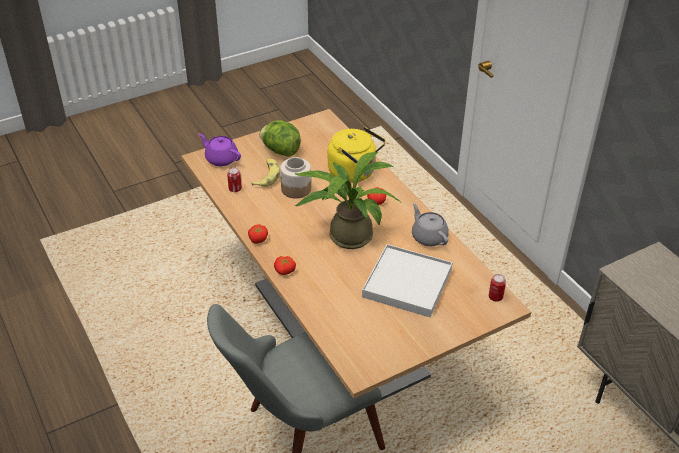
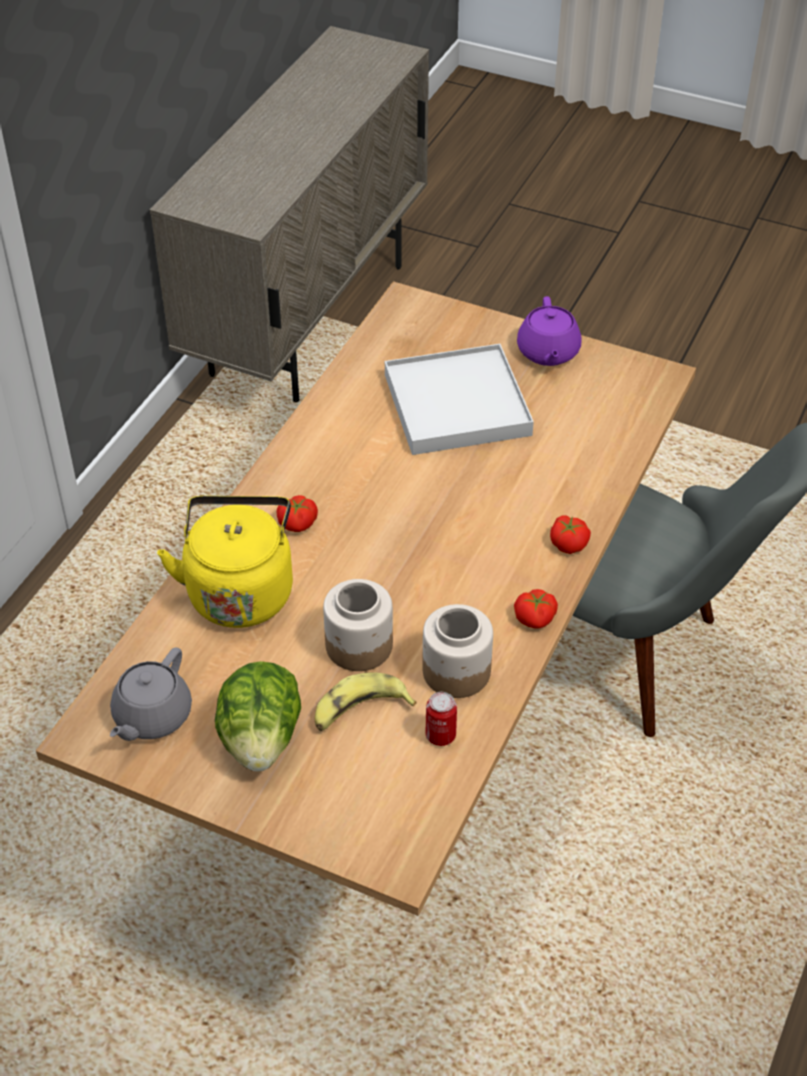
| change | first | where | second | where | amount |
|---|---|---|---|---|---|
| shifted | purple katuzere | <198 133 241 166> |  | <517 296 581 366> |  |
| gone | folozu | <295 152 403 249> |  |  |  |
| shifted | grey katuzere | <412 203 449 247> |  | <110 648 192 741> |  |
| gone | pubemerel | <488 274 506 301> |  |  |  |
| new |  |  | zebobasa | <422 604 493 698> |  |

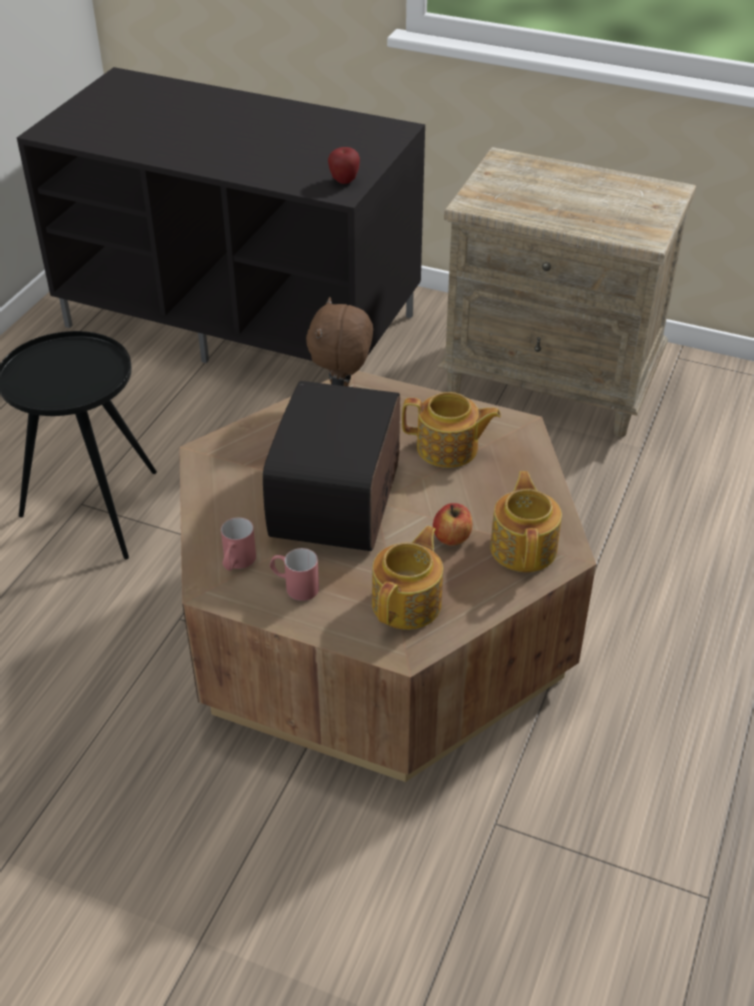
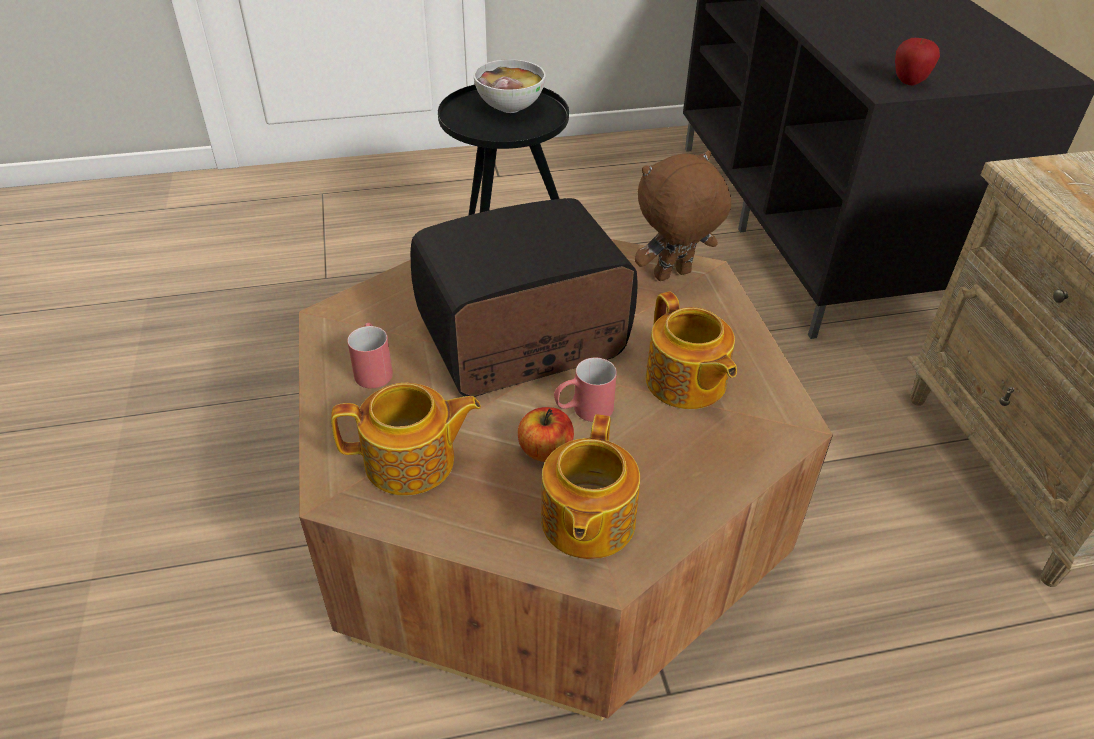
| change | first | where | second | where | amount |
|---|---|---|---|---|---|
| rotated | katuzere | <490 471 562 572> |  | <541 414 640 559> | 135 degrees clockwise |
| shifted | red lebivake | <221 517 256 571> |  | <554 358 617 422> |  |
| new |  |  | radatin | <474 59 546 113> |  |

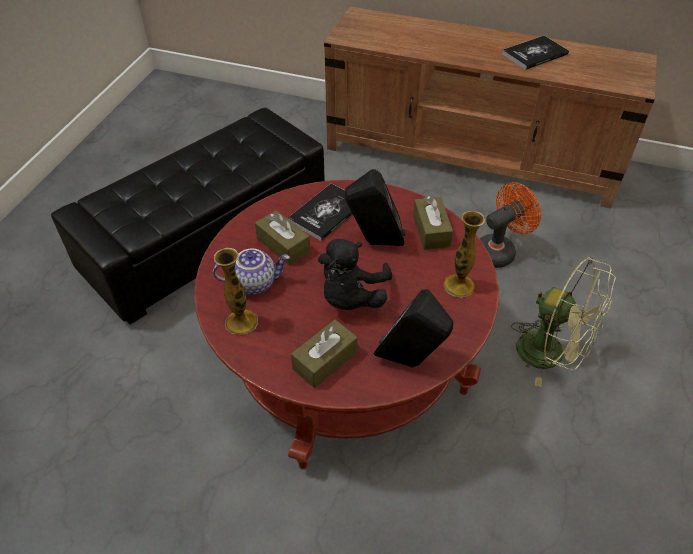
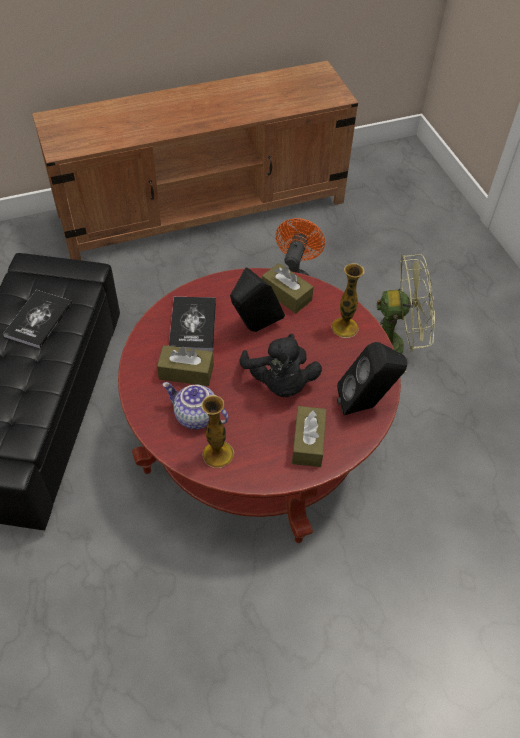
| change | first | where | second | where | amount |
|---|---|---|---|---|---|
| shifted | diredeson | <502 36 569 70> |  | <3 290 72 349> |  |
| rotated | katuzere | <213 249 290 295> |  | <162 382 229 429> | 105 degrees counterclockwise |

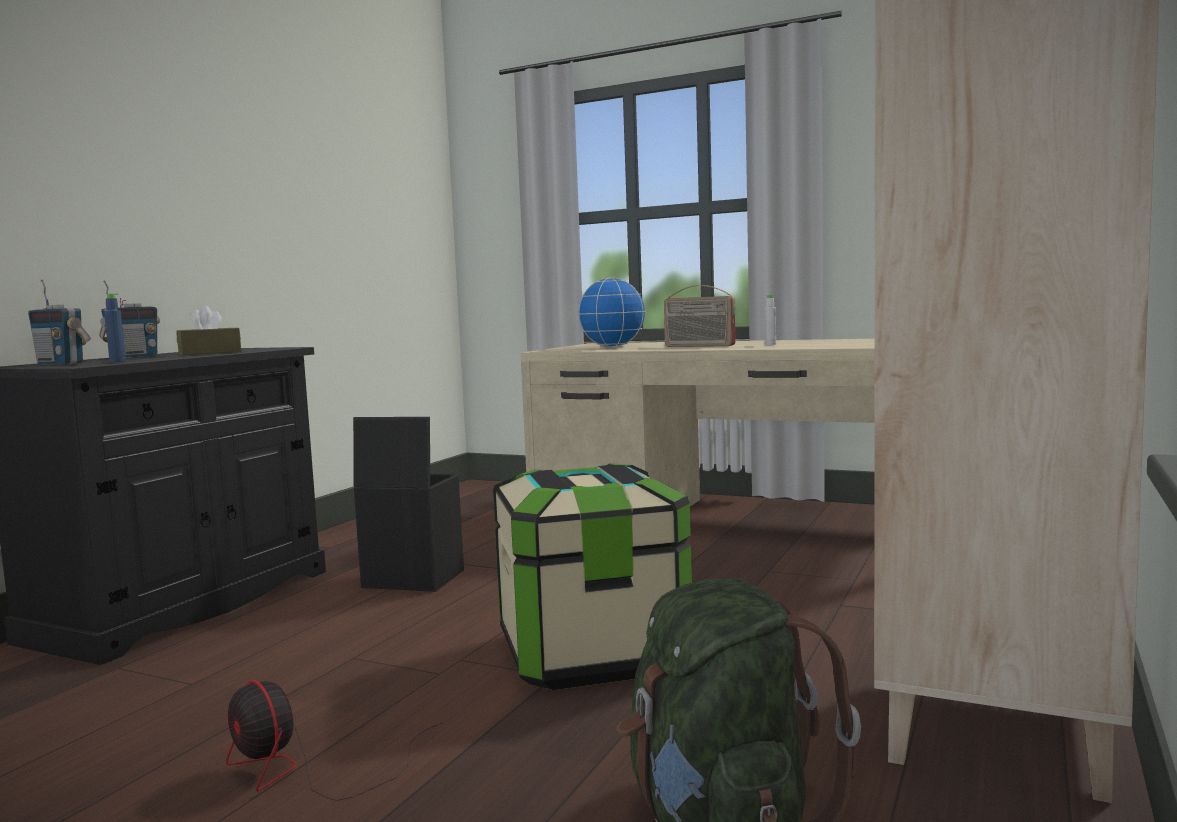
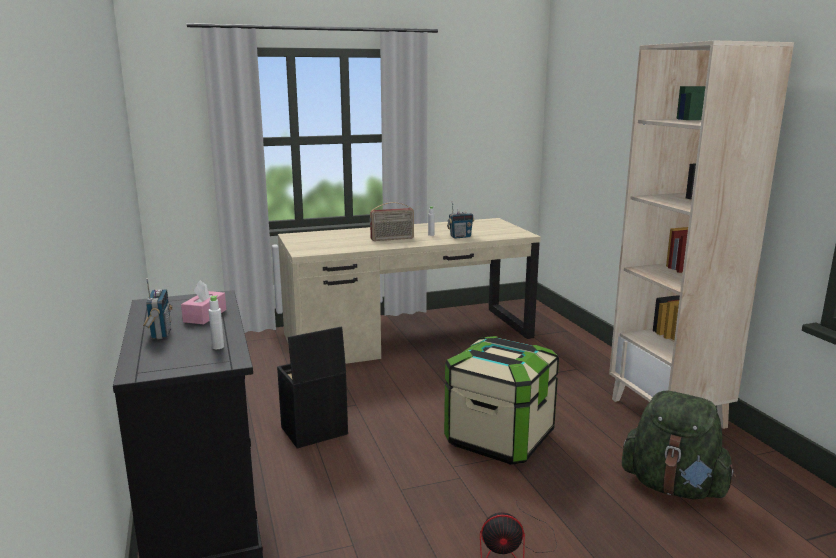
| change | first | where | second | where | amount |
|---|---|---|---|---|---|
| gone | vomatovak | <577 278 646 347> |  |  |  |
| shifted | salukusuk | <28 280 91 364> |  | <447 201 474 239> |  |
| repainted | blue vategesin | <104 293 126 362> | white vategesin | <208 295 224 349> |  |
| repainted | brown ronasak | <176 306 241 355> | pink ronasak | <181 280 226 324> |  |

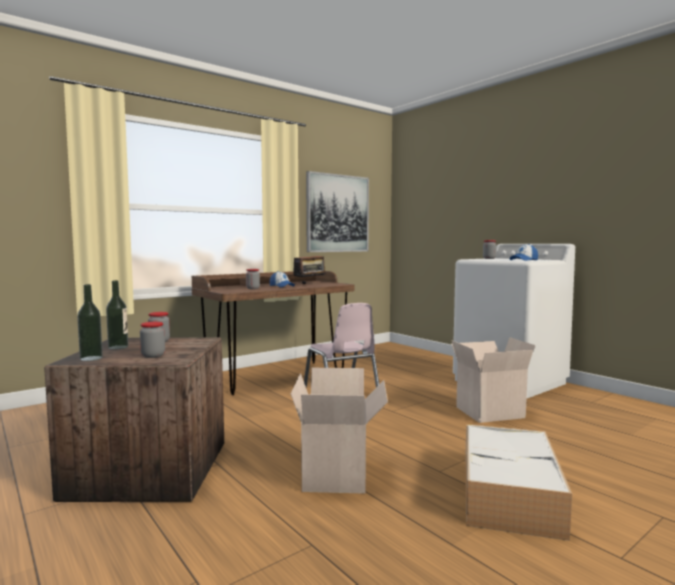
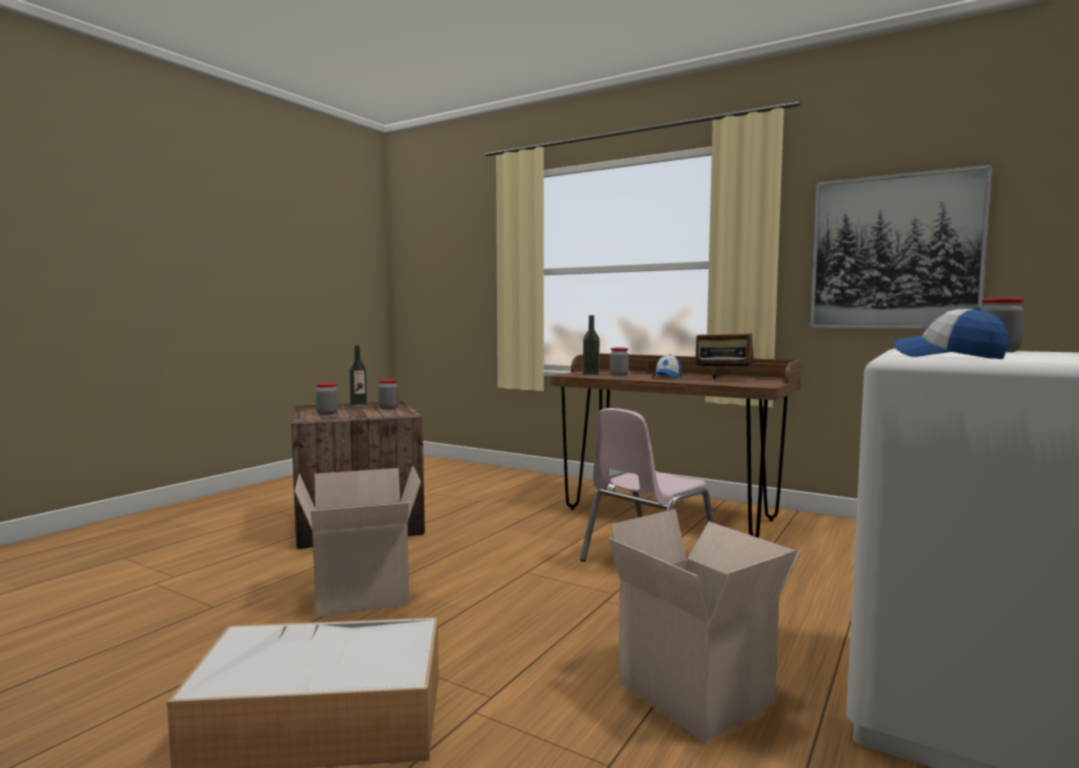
| change | first | where | second | where | amount |
|---|---|---|---|---|---|
| shifted | vategesin | <77 284 103 361> |  | <583 315 600 377> |  |

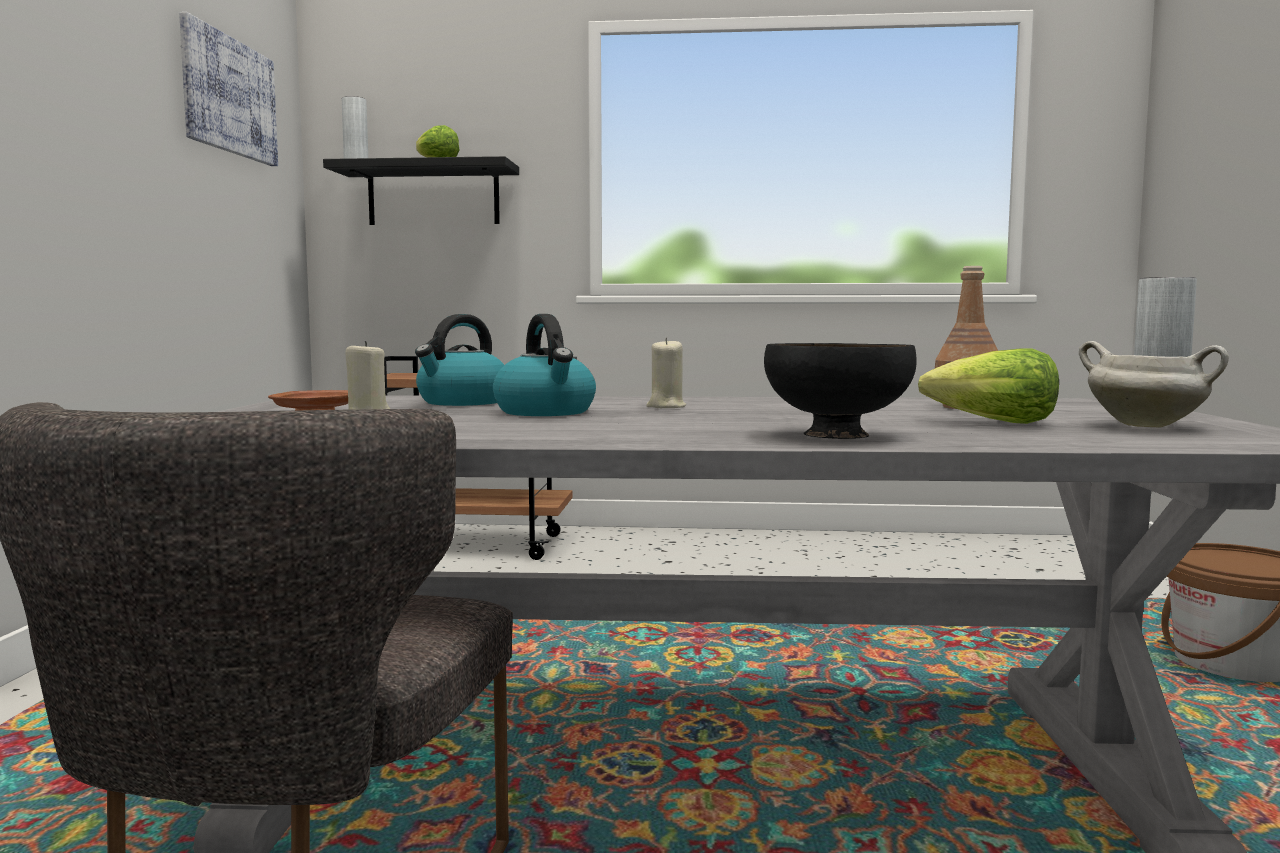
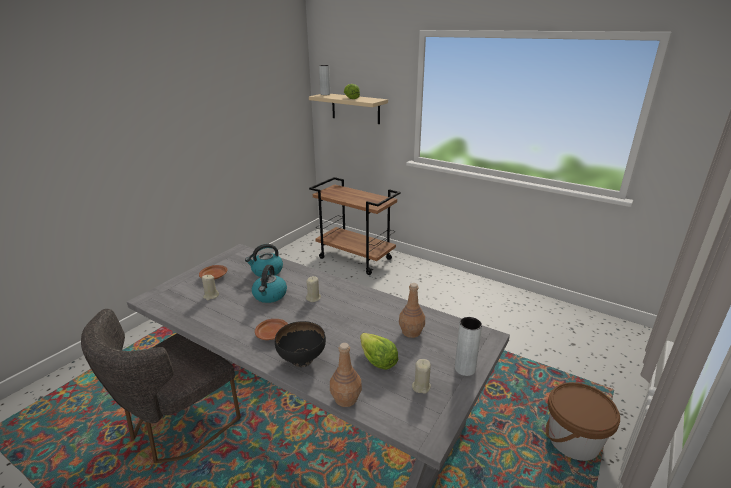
| change | first | where | second | where | amount |
|---|---|---|---|---|---|
| gone | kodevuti | <179 12 278 166> |  |  |  |
| repainted | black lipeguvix | <323 156 519 225> | beige lipeguvix | <309 94 388 124> |  |
| swapped | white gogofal | <1079 341 1229 427> | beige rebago | <412 359 431 394> |  |
| new |  |  | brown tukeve | <255 319 288 340> |  |
| new |  |  | brown vategesin | <330 343 362 407> |  |

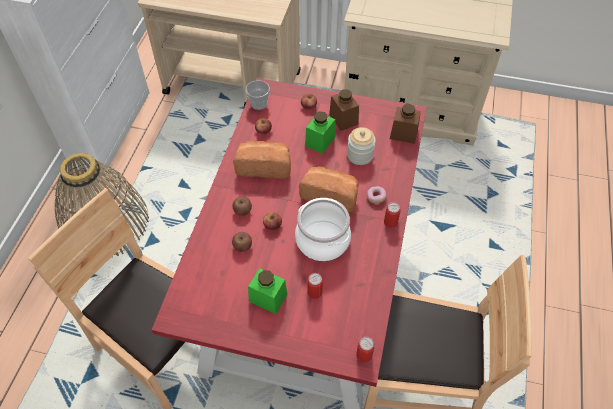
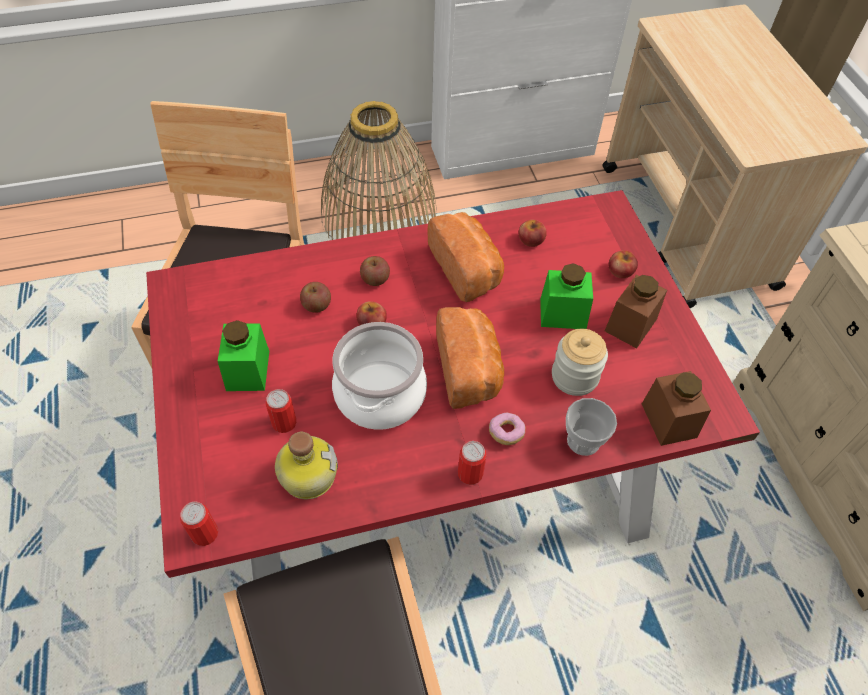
| change | first | where | second | where | amount |
|---|---|---|---|---|---|
| shifted | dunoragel | <245 80 270 110> |  | <566 398 617 456> |  |
| new |  |  | vategesin | <275 432 338 499> |  |

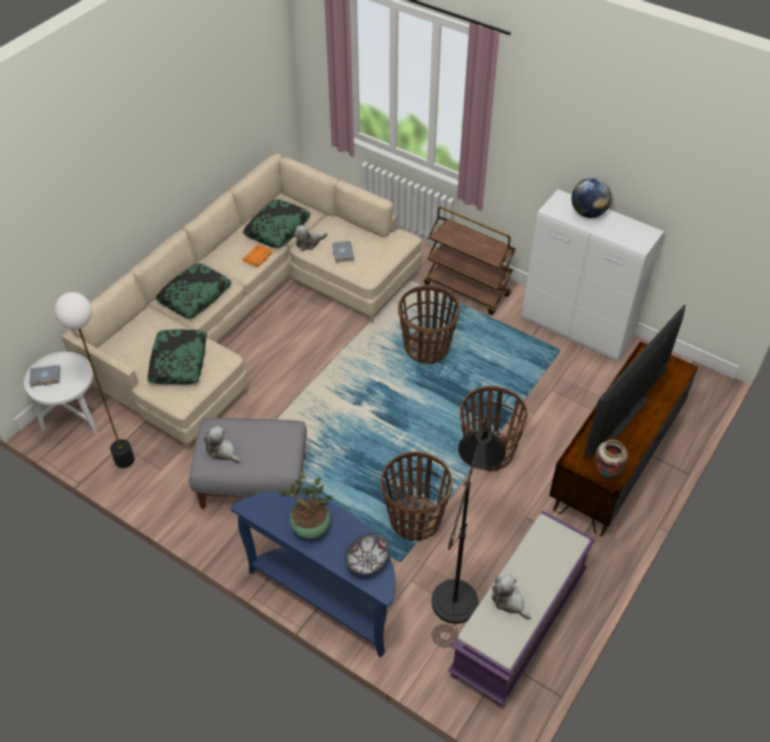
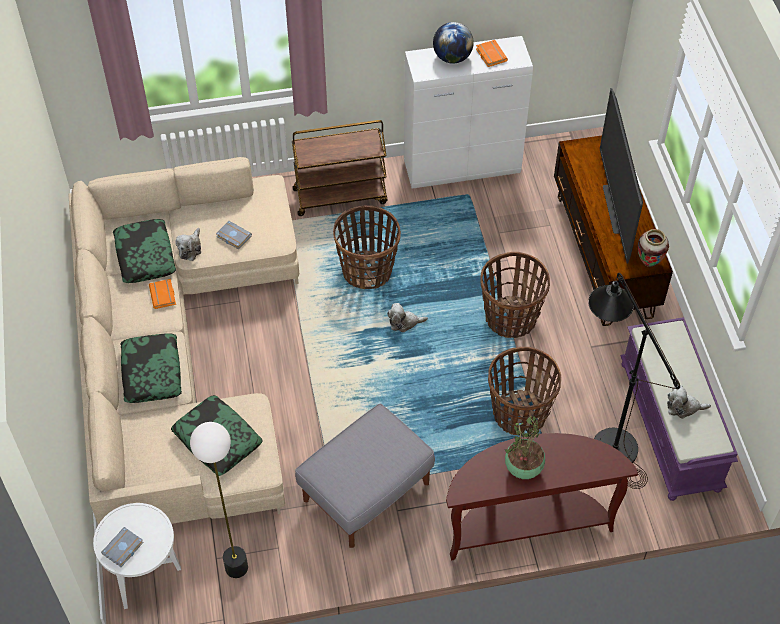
| change | first | where | second | where | amount |
|---|---|---|---|---|---|
| shifted | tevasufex | <204 426 240 463> |  | <387 303 428 332> |  |
| repainted | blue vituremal | <231 491 396 658> | brown vituremal | <446 433 638 561> |  |
| gone | radatin | <345 534 390 575> |  |  |  |
| new |  |  | orange diredeson | <476 40 508 67> |  |

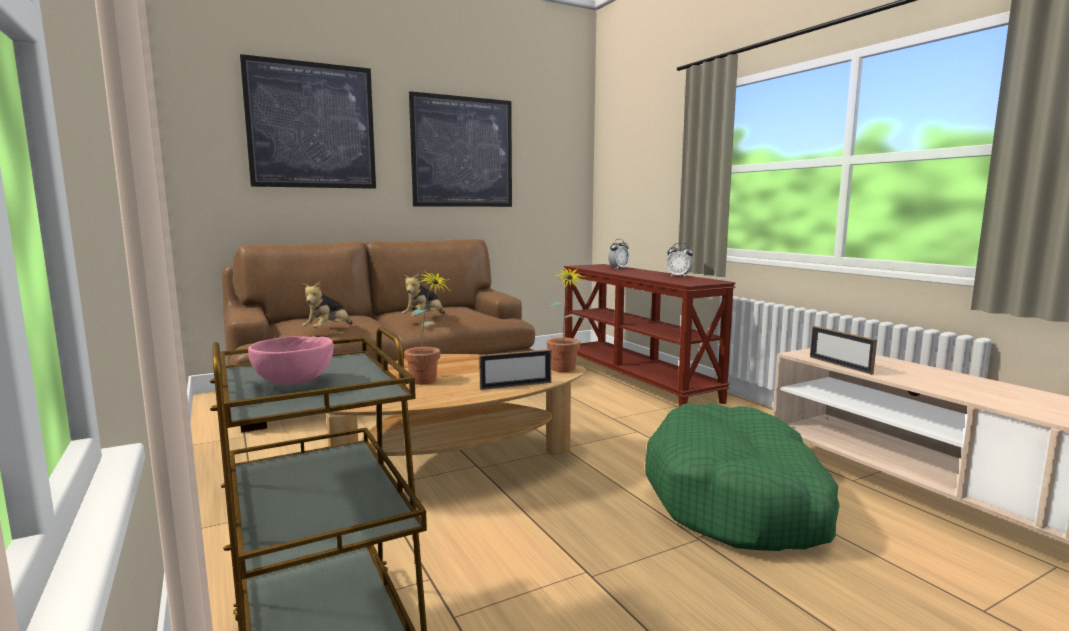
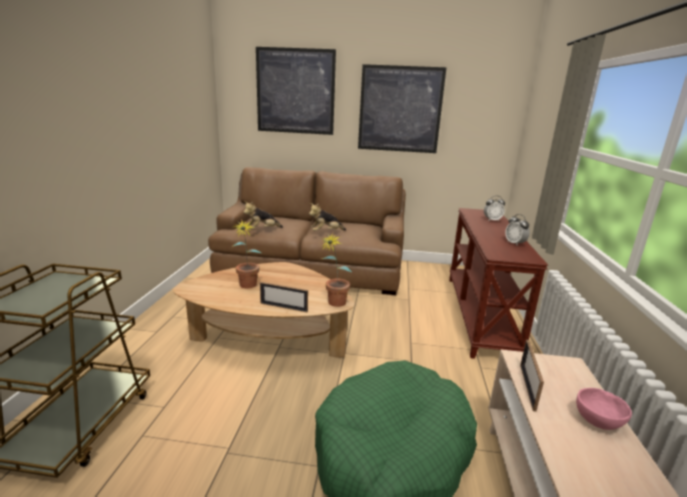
| change | first | where | second | where | amount |
|---|---|---|---|---|---|
| shifted | pink radatin | <248 336 334 385> |  | <576 388 632 430> |  |

